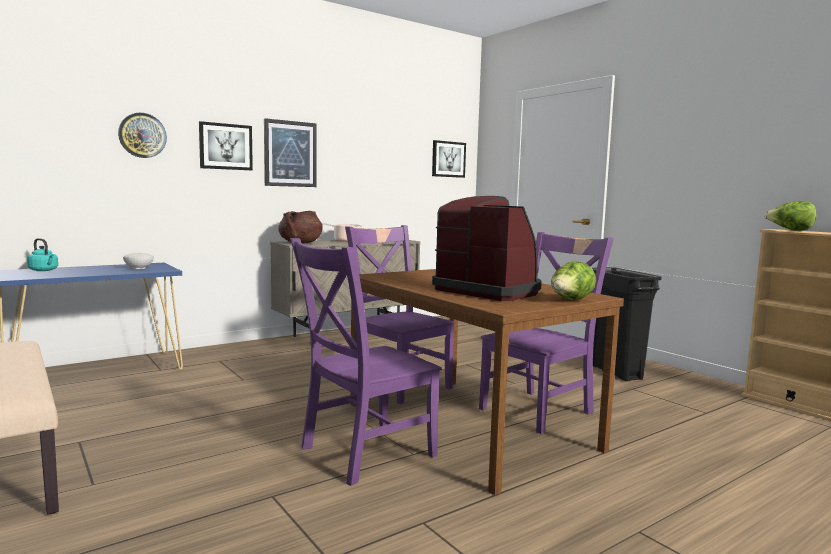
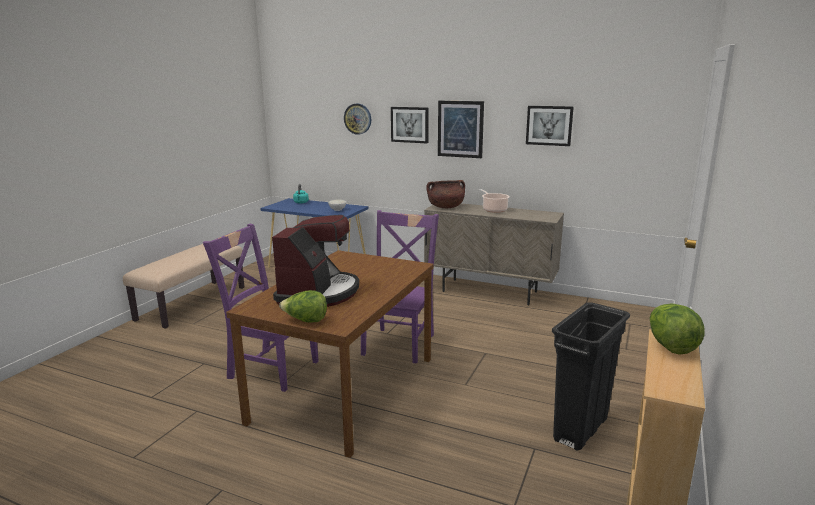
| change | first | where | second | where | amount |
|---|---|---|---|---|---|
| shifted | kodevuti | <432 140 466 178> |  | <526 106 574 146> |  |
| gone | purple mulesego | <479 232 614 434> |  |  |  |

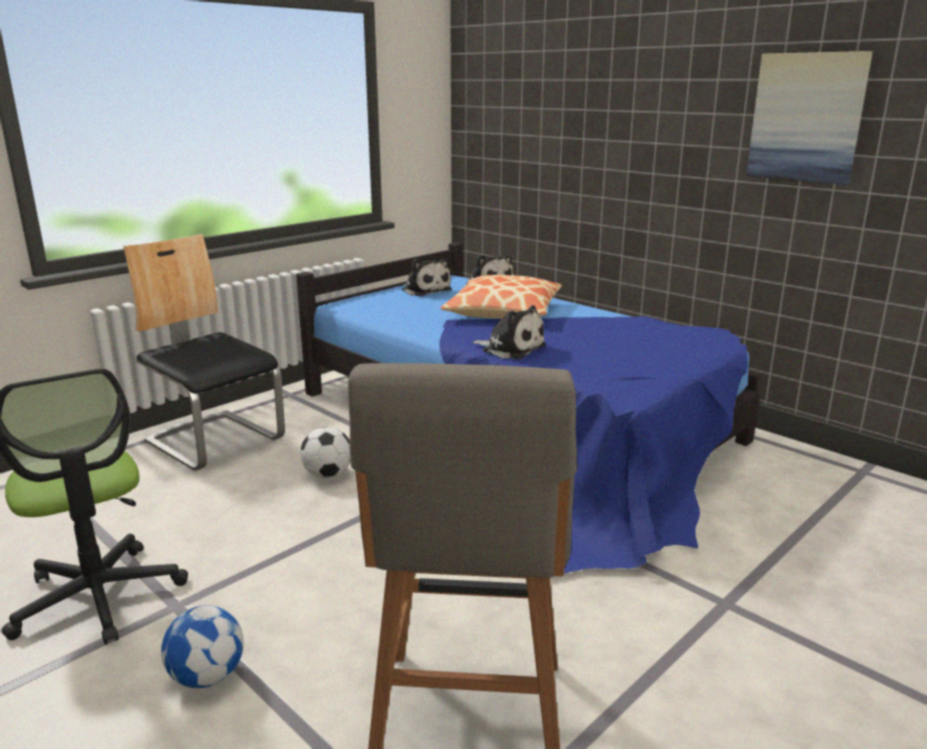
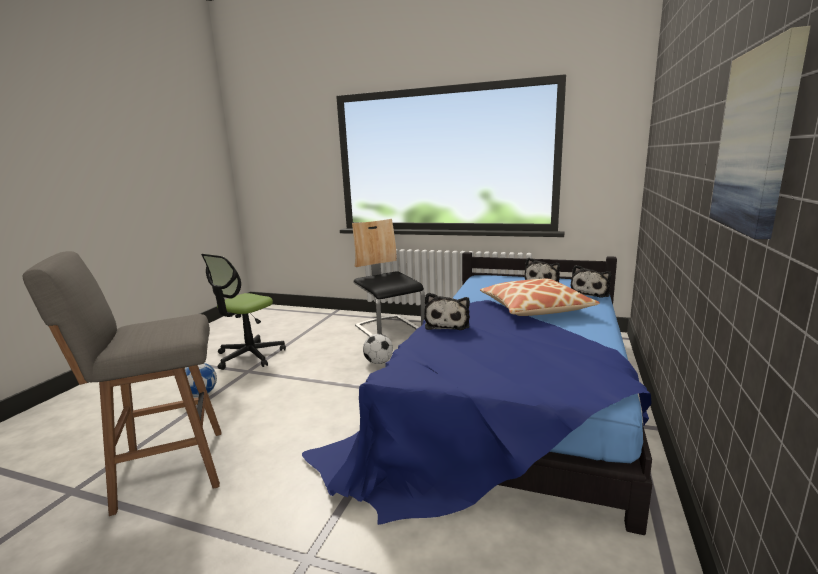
| change | first | where | second | where | amount |
|---|---|---|---|---|---|
| rotated | mulesego | <123 234 285 471> |  | <352 219 425 336> | 45 degrees counterclockwise |

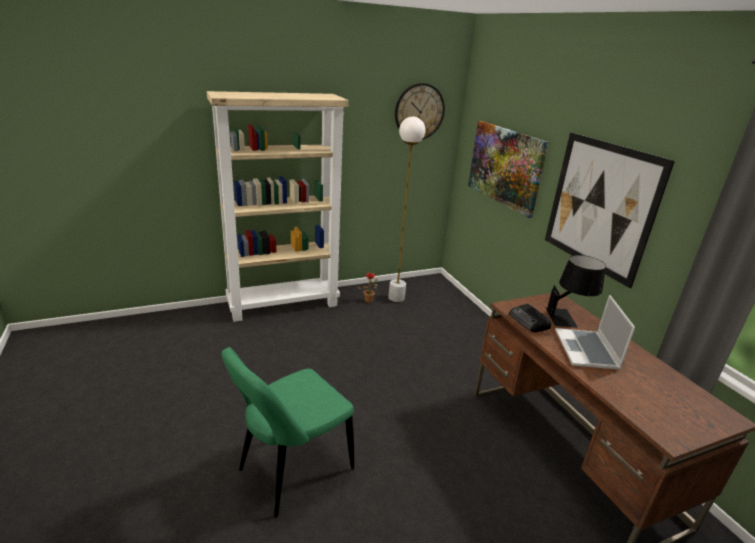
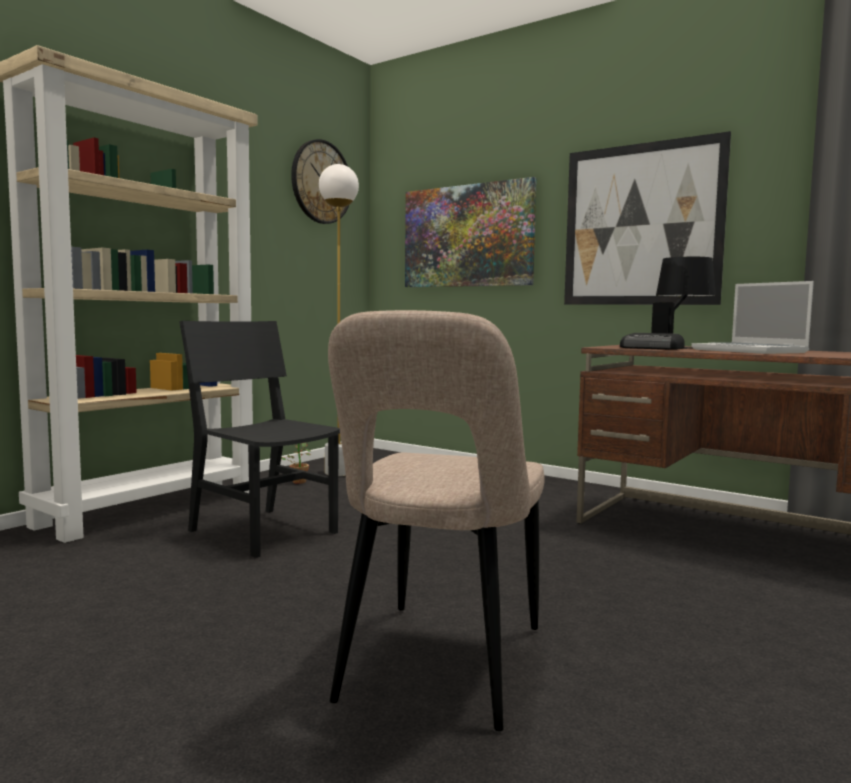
| change | first | where | second | where | amount |
|---|---|---|---|---|---|
| repainted | green mulesego | <221 347 354 517> | beige mulesego | <328 310 545 731> |  |
| new |  |  | black mulesego | <179 321 340 558> |  |

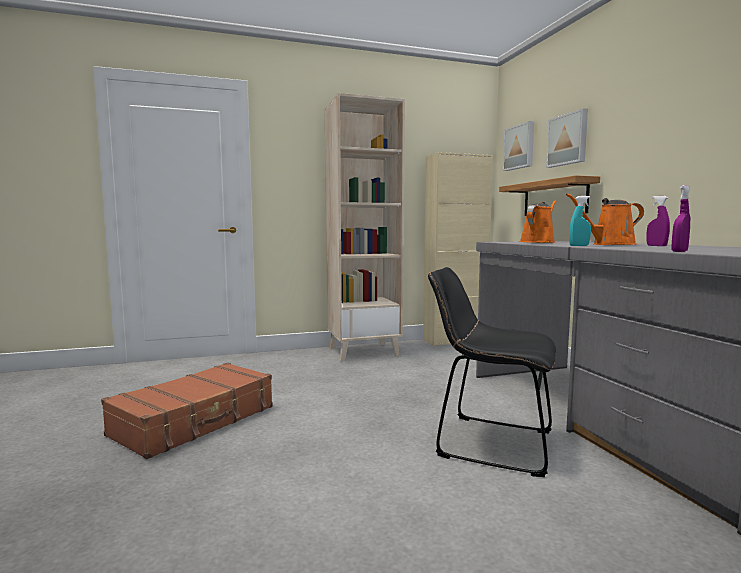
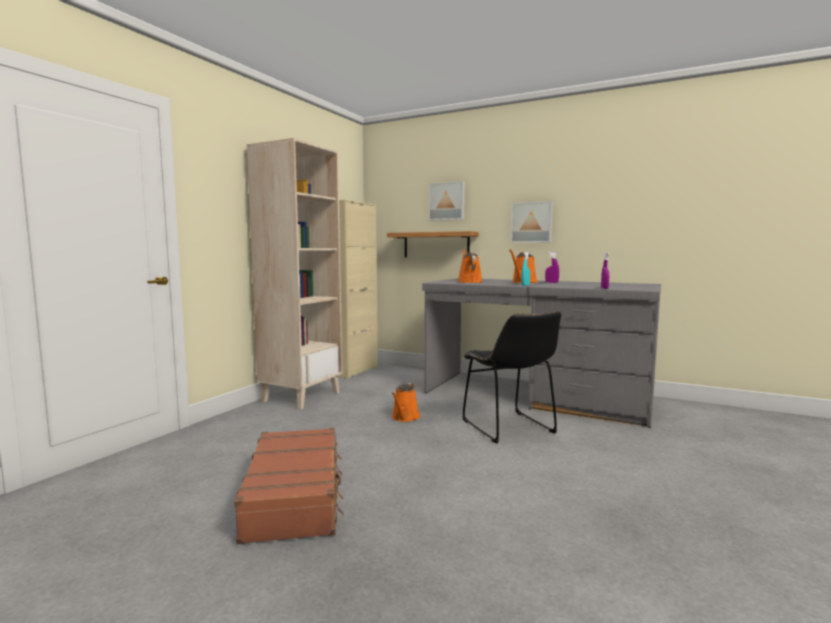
| change | first | where | second | where | amount |
|---|---|---|---|---|---|
| shifted | kodevuti | <503 121 534 171> |  | <510 201 553 243> |  |
| rotated | black mulesego | <428 267 556 477> |  | <462 311 561 443> | 90 degrees counterclockwise |
| new |  |  | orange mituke | <392 383 420 422> |  |

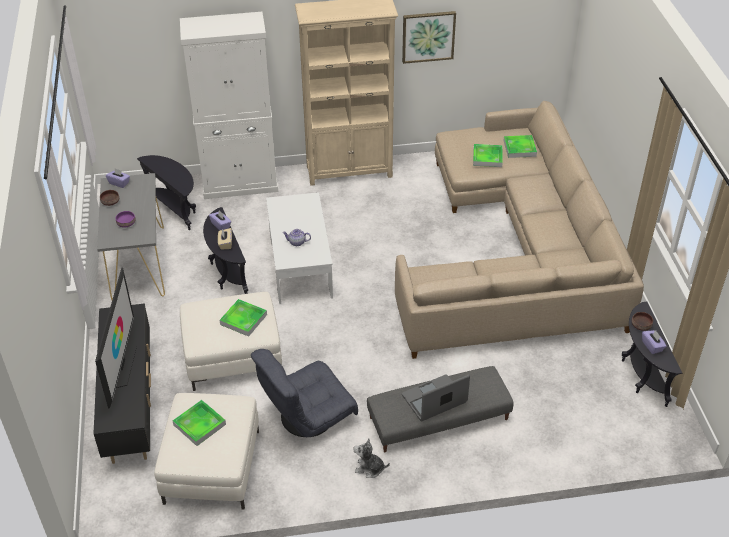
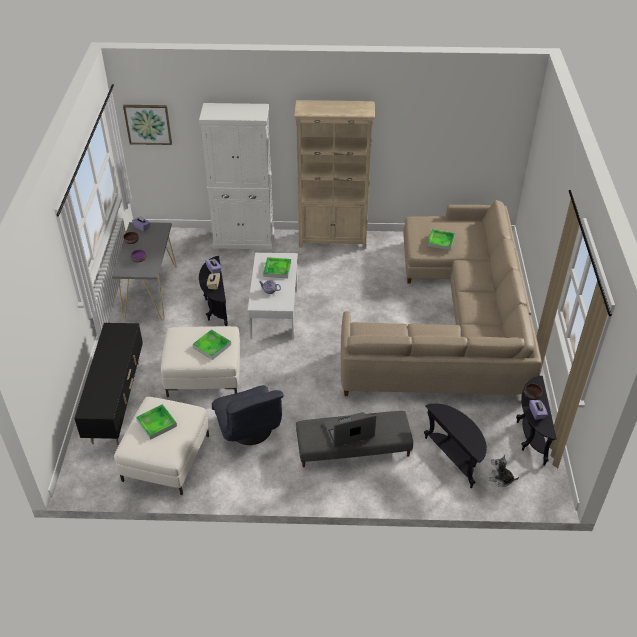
| change | first | where | second | where | amount |
|---|---|---|---|---|---|
| shifted | kodevuti | <402 11 456 64> |  | <123 105 172 145> |  |
| shifted | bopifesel | <504 135 537 158> |  | <263 257 291 278> |  |
| shifted | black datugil | <137 155 196 230> |  | <424 404 487 488> |  |
| gone | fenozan | <95 267 137 408> |  |  |  |
| rotated | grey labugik | <251 349 358 437> |  | <212 385 283 445> | 90 degrees counterclockwise |
| shifted | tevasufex | <353 438 390 478> |  | <489 454 519 487> |  |

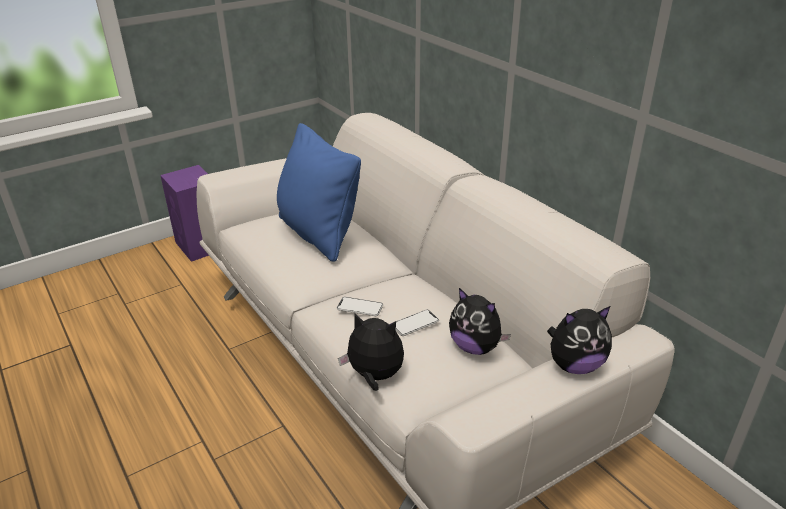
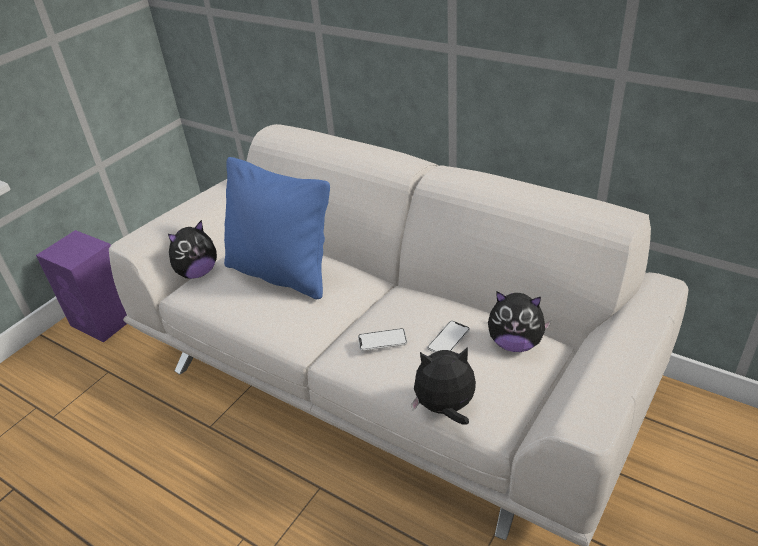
| change | first | where | second | where | amount |
|---|---|---|---|---|---|
| shifted | tevasufex | <547 306 612 374> |  | <168 220 217 279> |  |

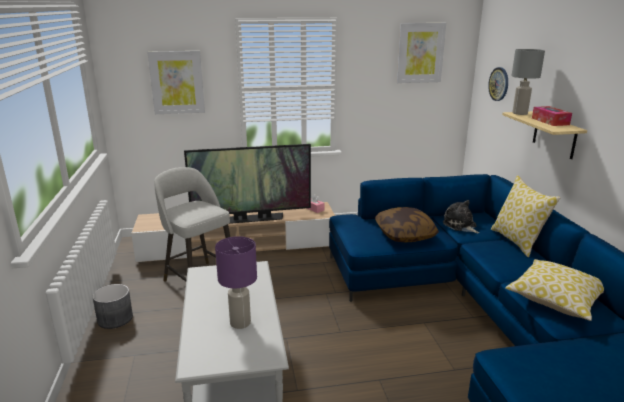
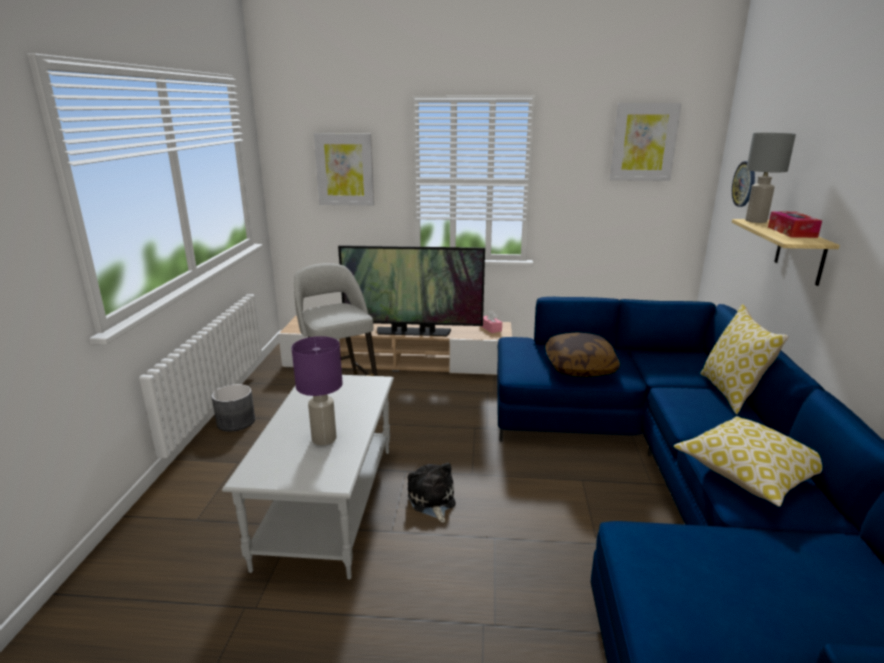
| change | first | where | second | where | amount |
|---|---|---|---|---|---|
| shifted | tevasufex | <443 200 479 233> |  | <408 463 456 523> |  |

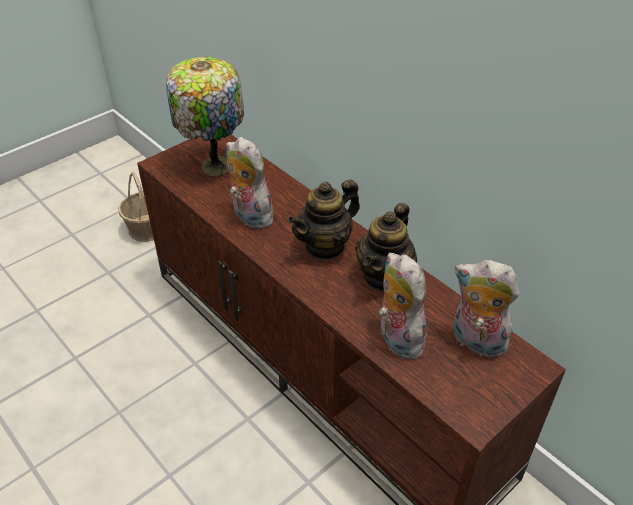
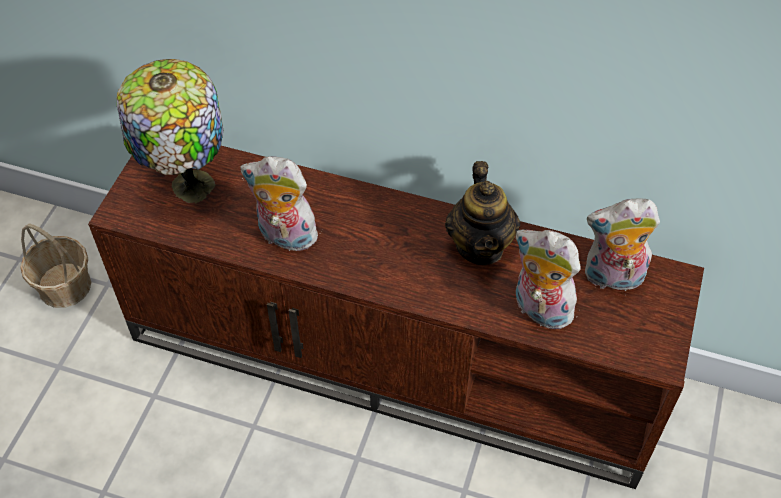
| change | first | where | second | where | amount |
|---|---|---|---|---|---|
| gone | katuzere | <288 179 360 261> |  |  |  |

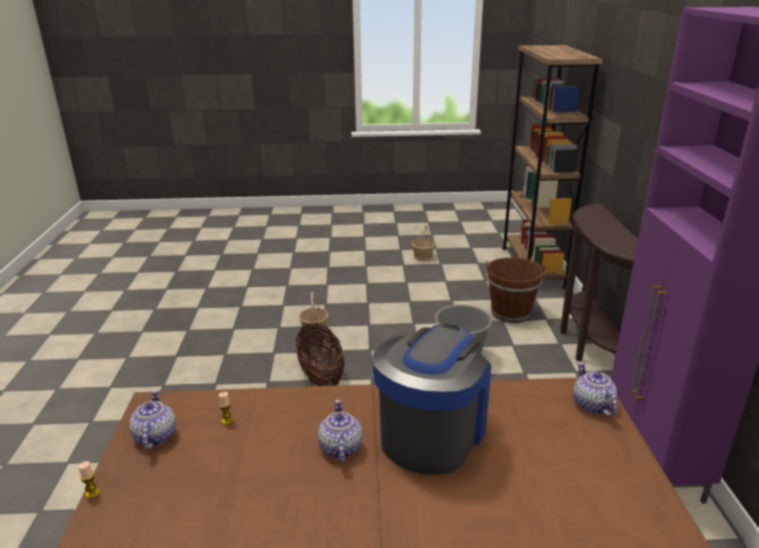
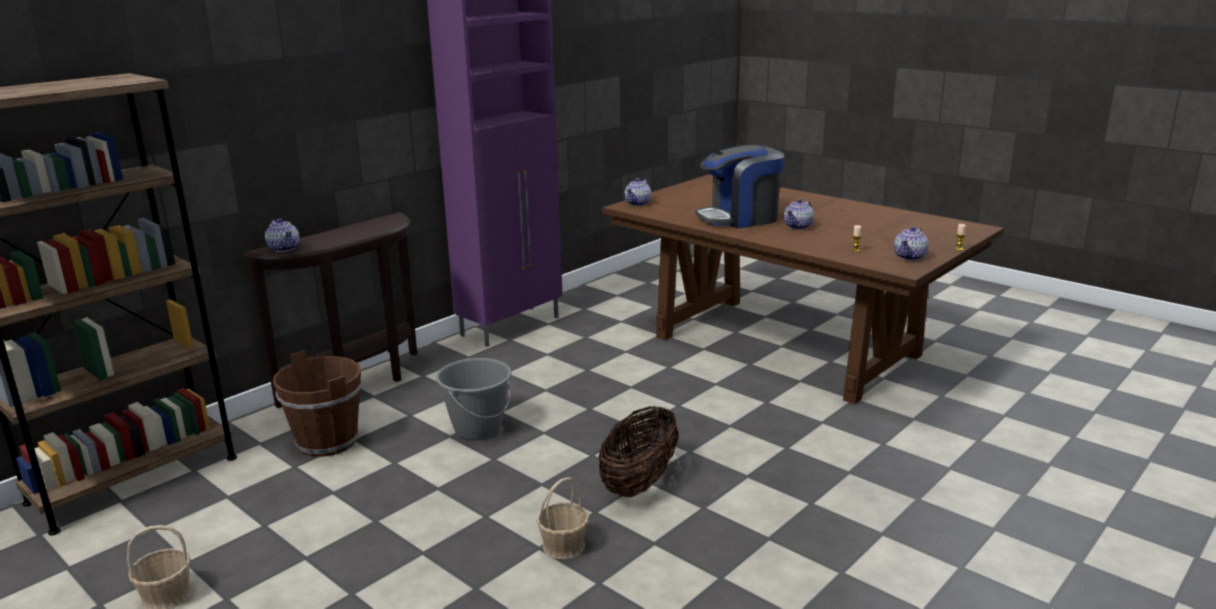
| change | first | where | second | where | amount |
|---|---|---|---|---|---|
| new |  |  | katuzere | <265 218 299 252> |  |

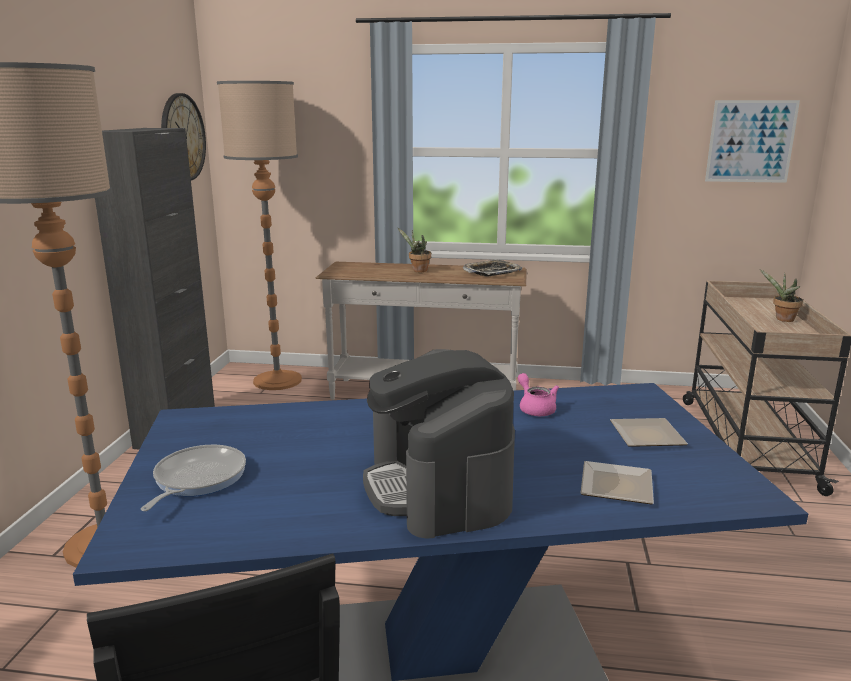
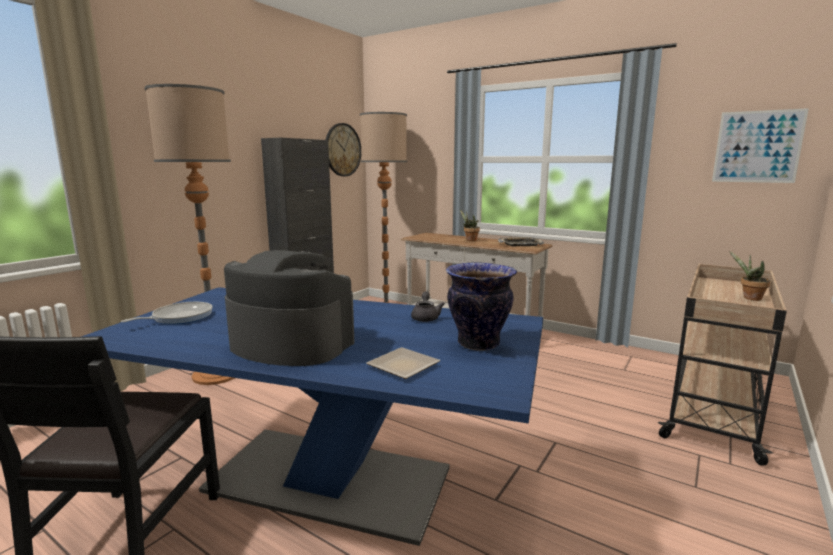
| change | first | where | second | where | amount |
|---|---|---|---|---|---|
| rotated | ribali | <363 349 515 539> |  | <224 250 354 366> | 105 degrees clockwise |
| repainted | pink katuzere | <518 373 559 416> | grey katuzere | <411 291 445 322> |  |
| swapped | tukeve | <610 418 688 447> | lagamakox | <446 262 517 351> |  |

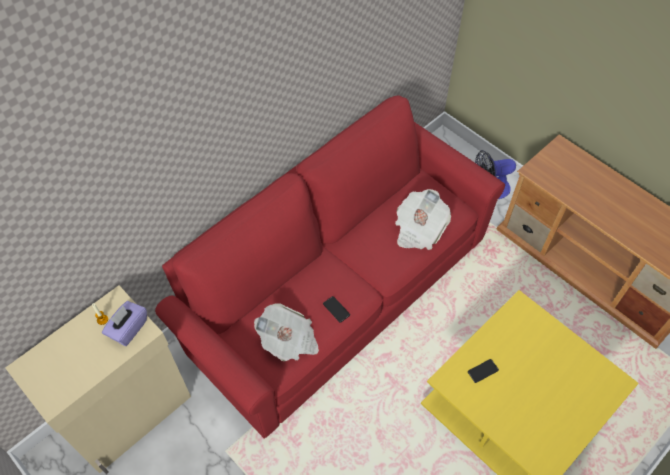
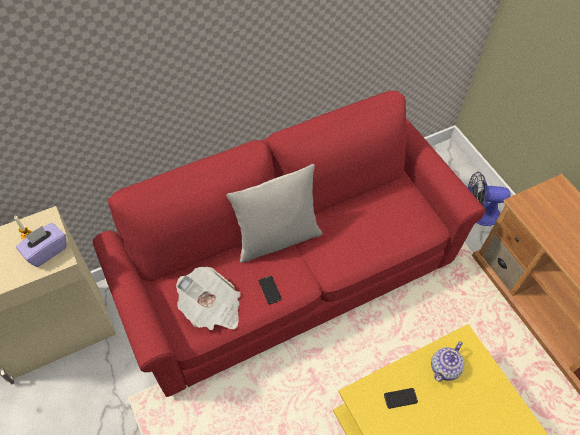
| change | first | where | second | where | amount |
|---|---|---|---|---|---|
| gone | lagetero | <395 189 451 250> |  |  |  |
| new |  |  | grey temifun | <226 164 322 263> |  |
| new |  |  | katuzere | <431 341 464 381> |  |

